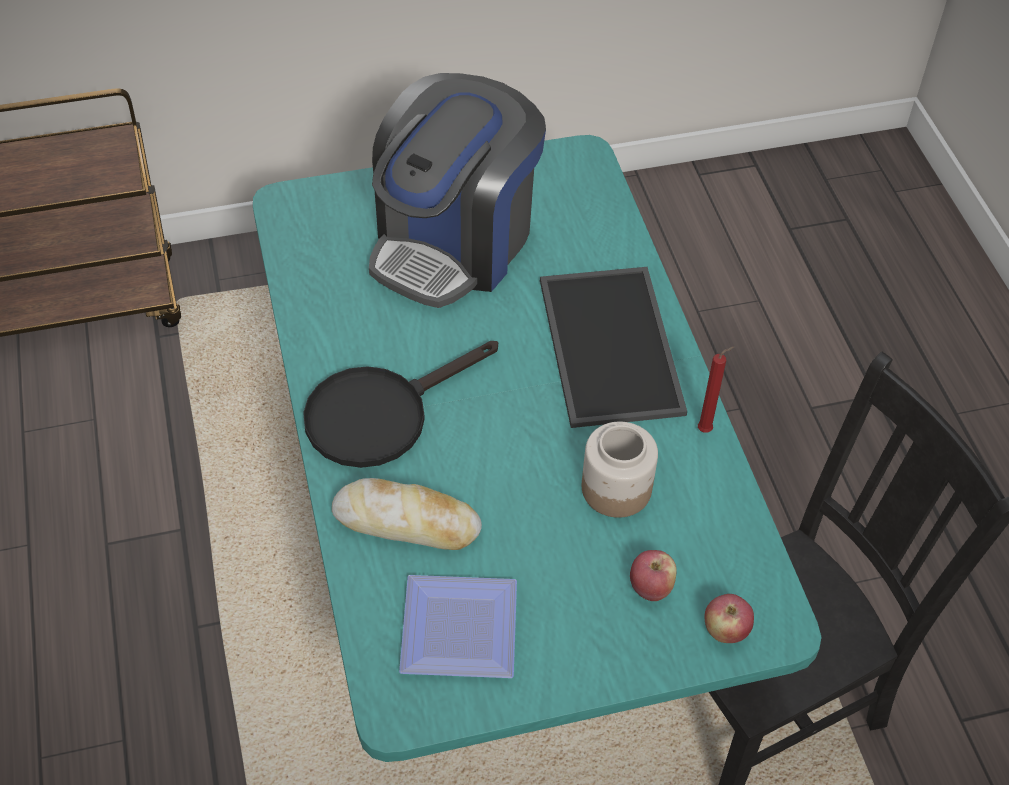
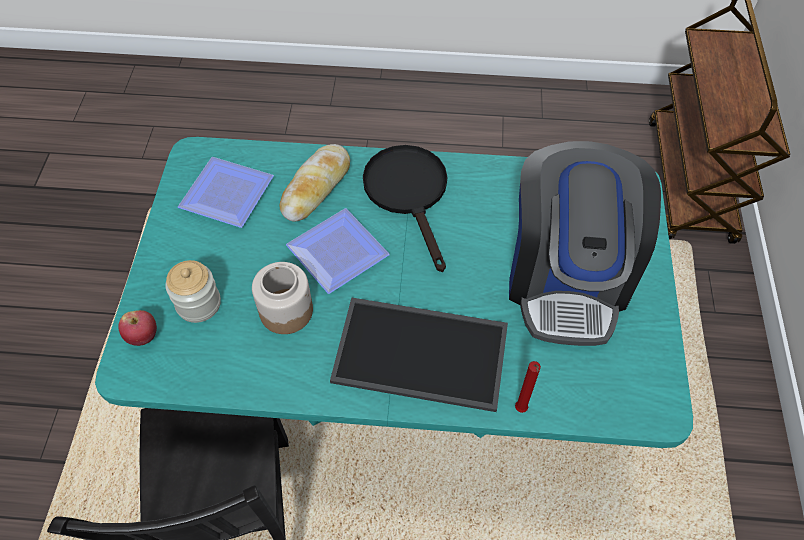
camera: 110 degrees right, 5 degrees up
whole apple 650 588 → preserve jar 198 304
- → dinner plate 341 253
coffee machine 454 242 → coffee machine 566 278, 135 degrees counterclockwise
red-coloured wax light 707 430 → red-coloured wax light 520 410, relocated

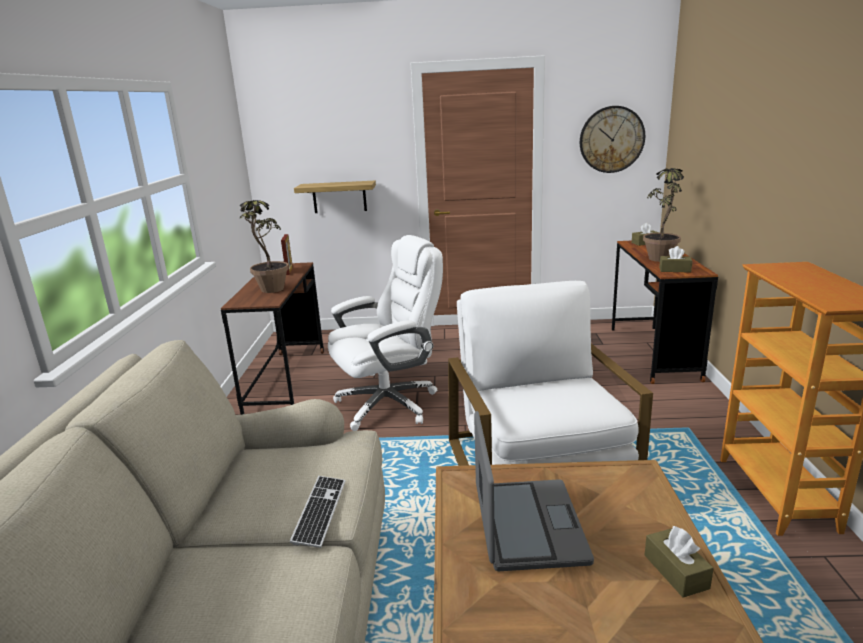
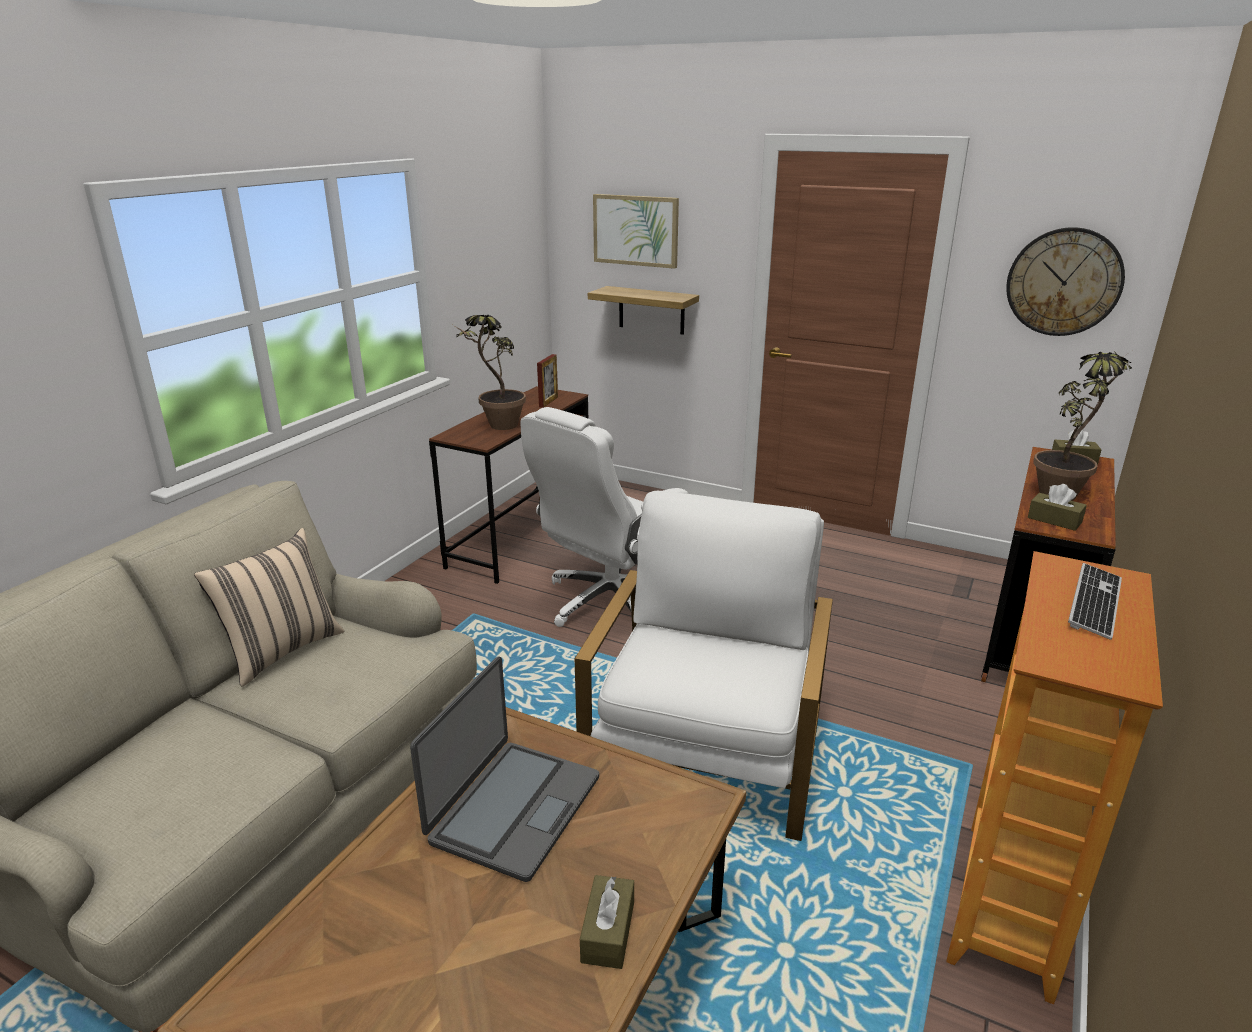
camera: 25 degrees right, 5 degrees up
- → sand-coloured throw pillow 282 650
whitish desk chair 389 404 → whitish desk chair 608 601, 135 degrees clockwise
- → wall picture 636 230
keyboard 320 512 → keyboard 1095 603, relocated

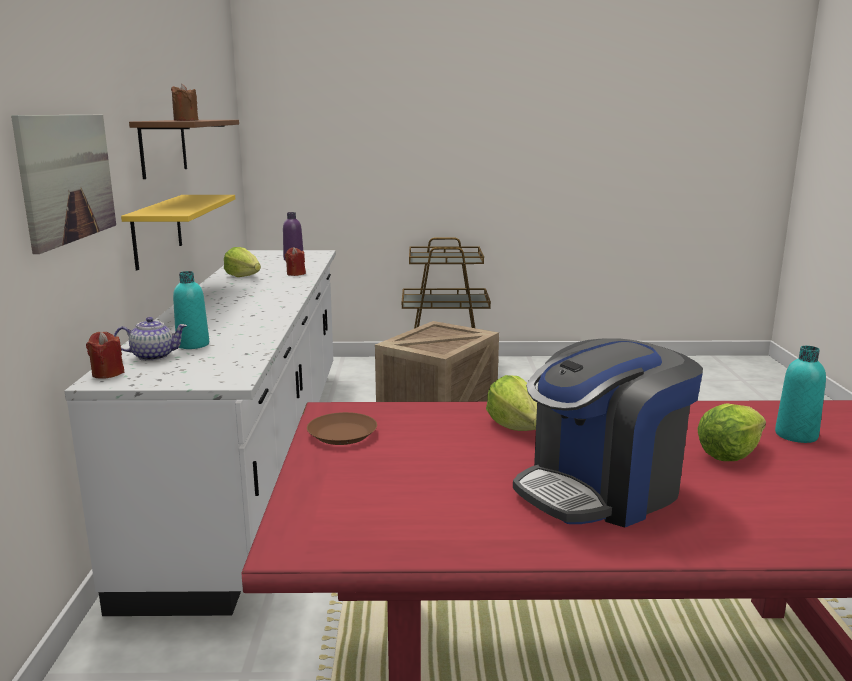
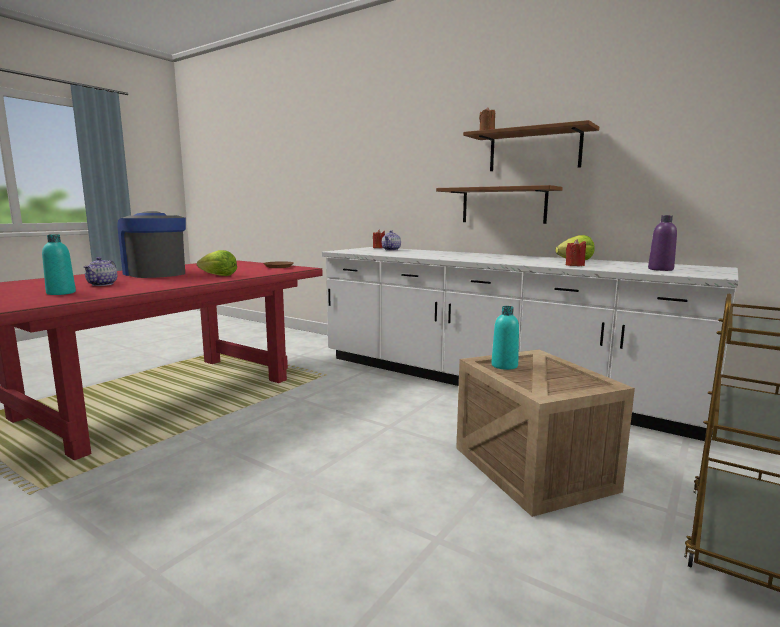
camera: 125 degrees right, 5 degrees down
head of lettuce 729 454 → tea pot 102 284
coffee machine 601 489 → coffee machine 155 273, 45 degrees counterclockwise
yellowish bracket shelf 157 230 → brown bracket shelf 503 205
turquoise-coloured bottle 193 345 → turquoise-coloured bottle 504 366, relocated
wall picture 67 177 → -

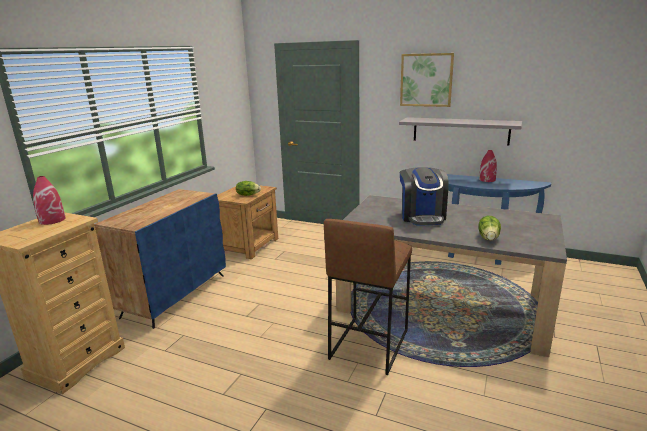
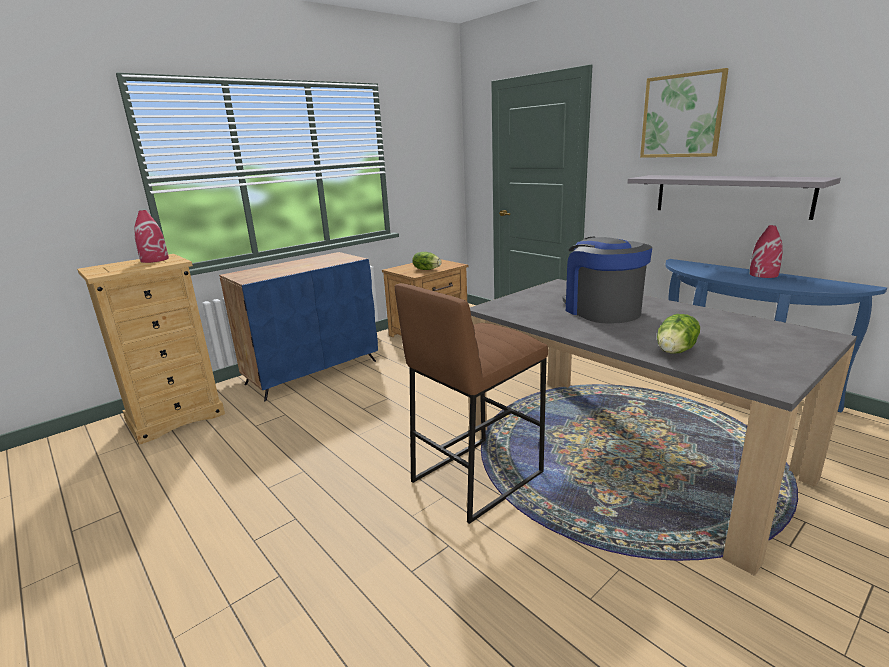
camera: 25 degrees right, 0 degrees up
coffee machine 422 216 → coffee machine 601 310, 135 degrees clockwise

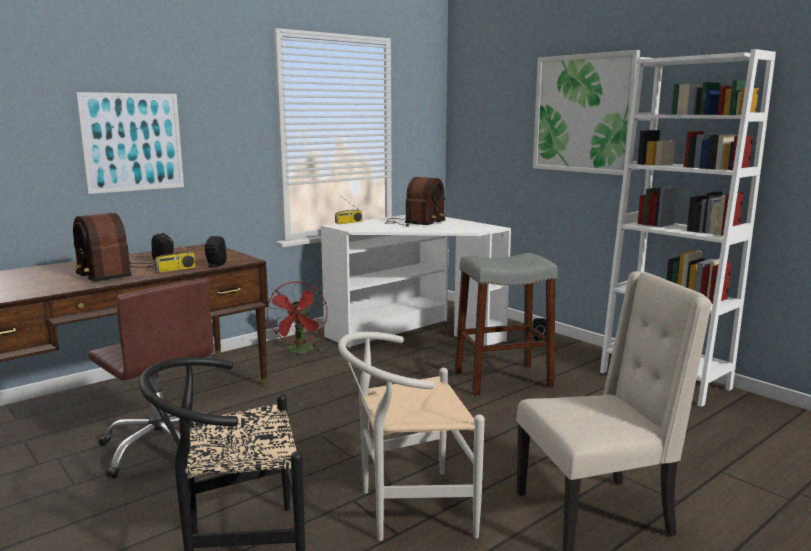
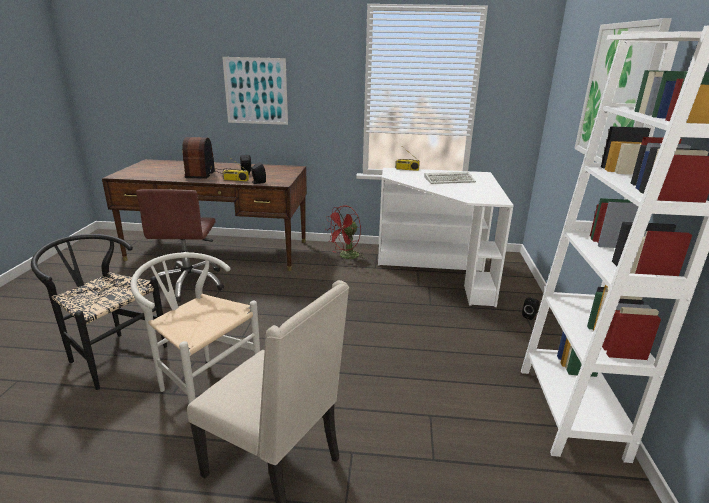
camera: 45 degrees right, 10 degrees up
radio 413 223 → keyboard 450 180
gray stool seat 502 380 → -

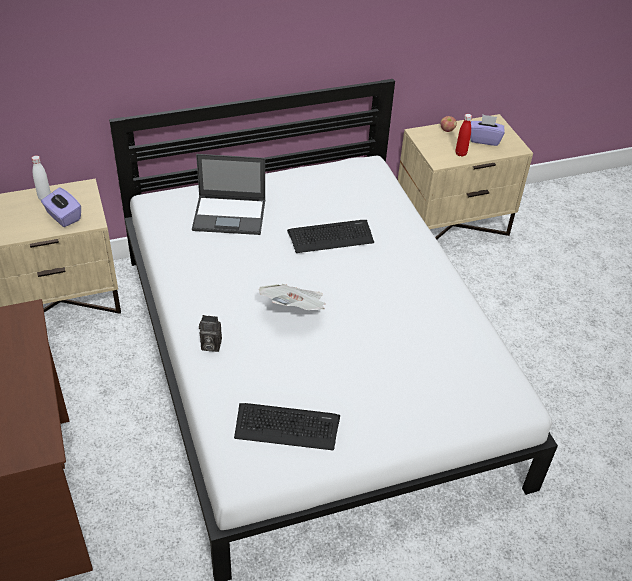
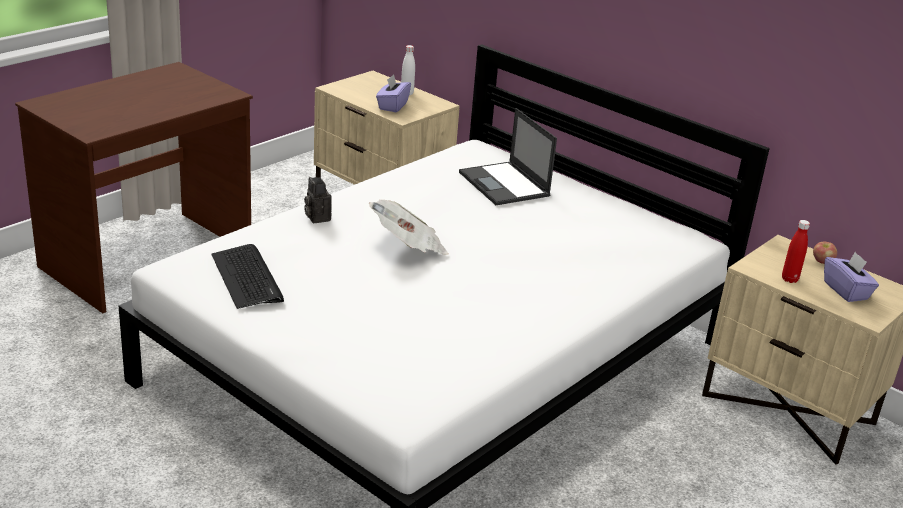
camera: 60 degrees right, 15 degrees down
keyboard 331 237 → -

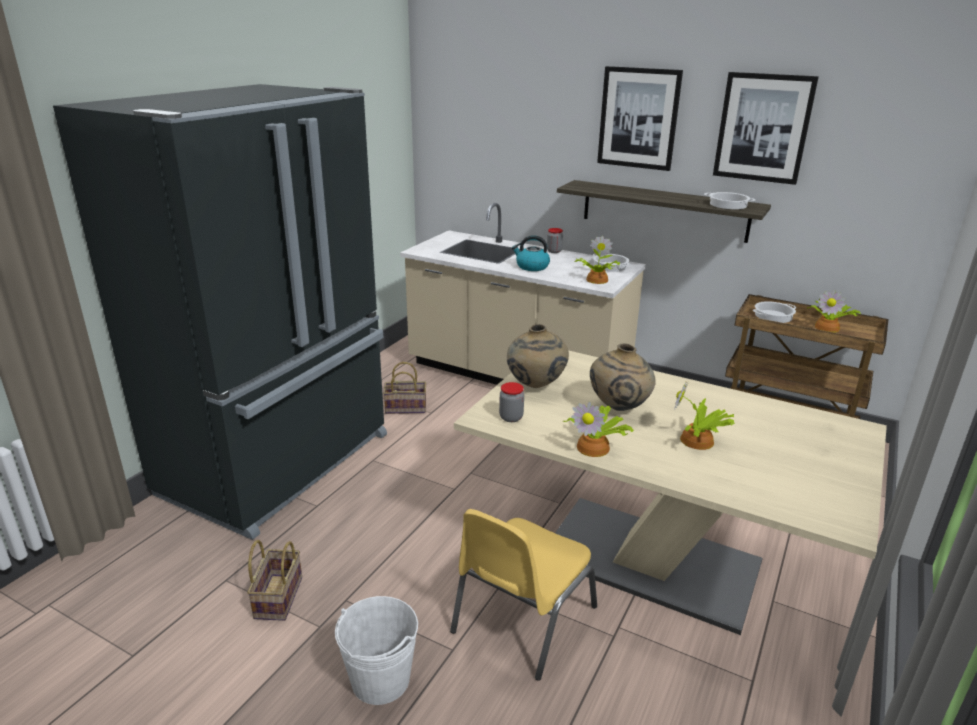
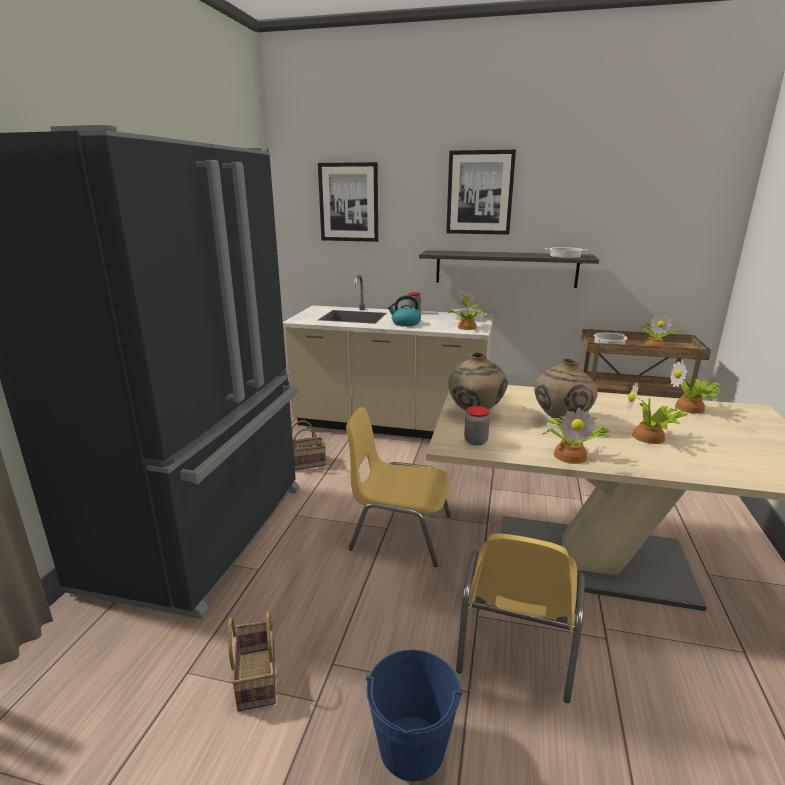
camera: 15 degrees left, 5 degrees down
wall picture 763 128 → wall picture 349 202, relocated
- → yellowish plain chair 399 532
whitish bucket 380 679 → bluish bucket 412 747
- → houseplant 691 408

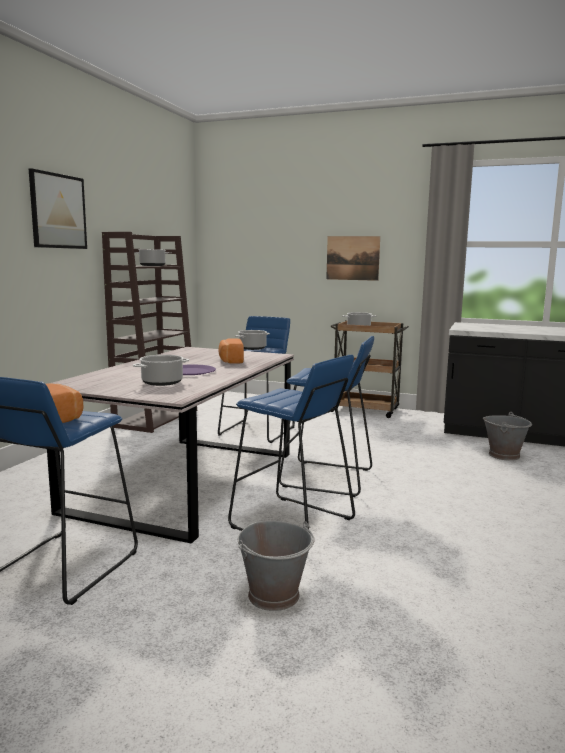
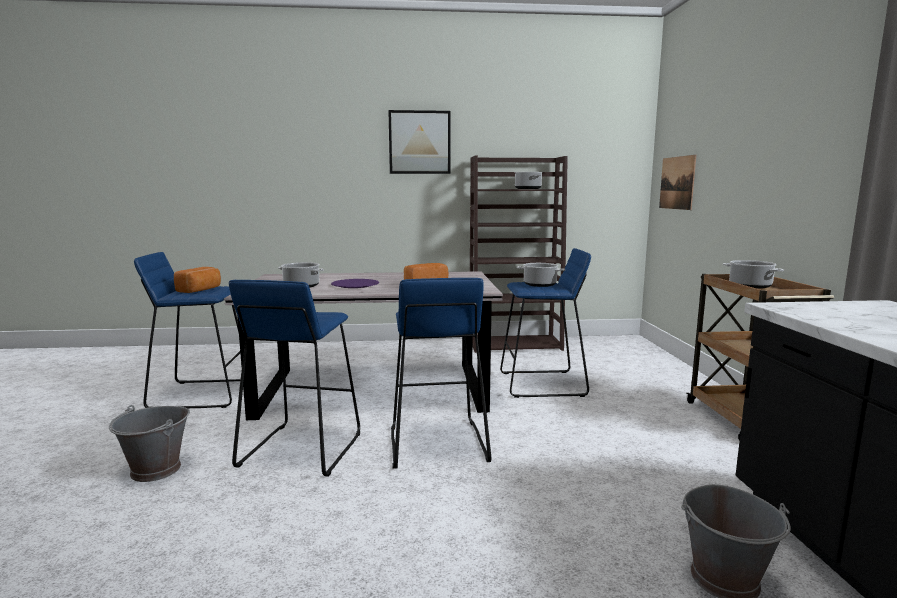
camera: 65 degrees right, 0 degrees up
wall picture 352 258 → wall picture 677 183, relocated

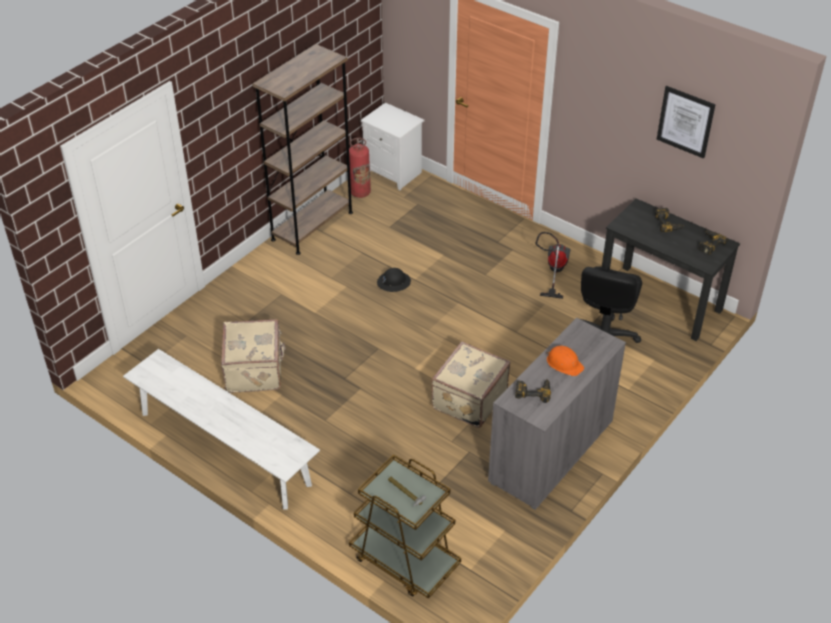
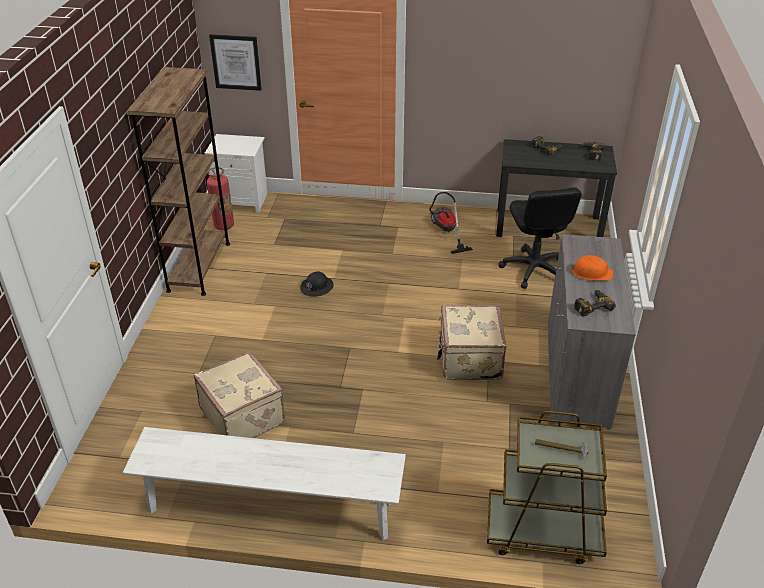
camera: 30 degrees left, 5 degrees down
wall picture 685 121 → wall picture 236 62, relocated

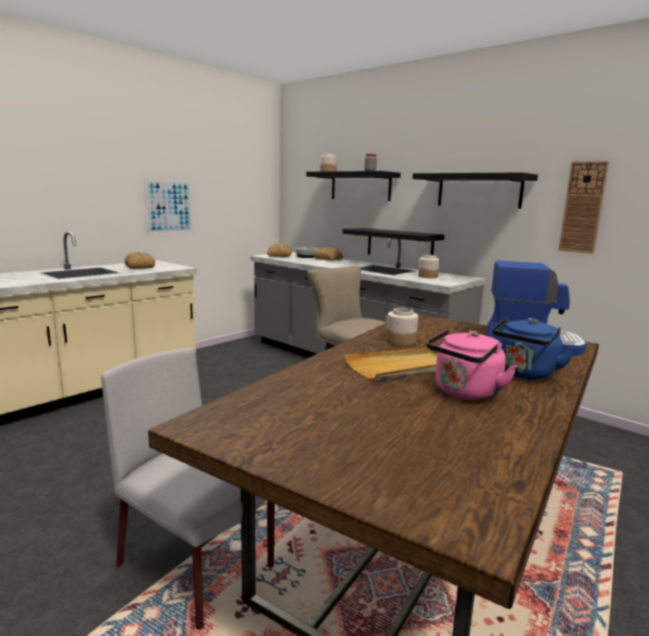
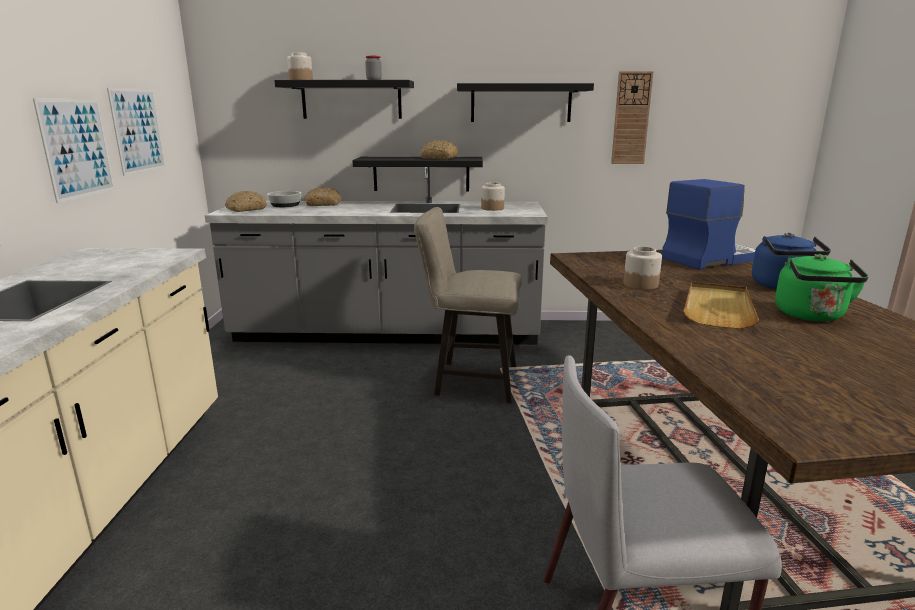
camera: 40 degrees left, 5 degrees up
- → wall picture 138 131
bread 139 267 → bread 439 158, relocated
pink water kettle 465 393 → green-coloured water kettle 811 316

